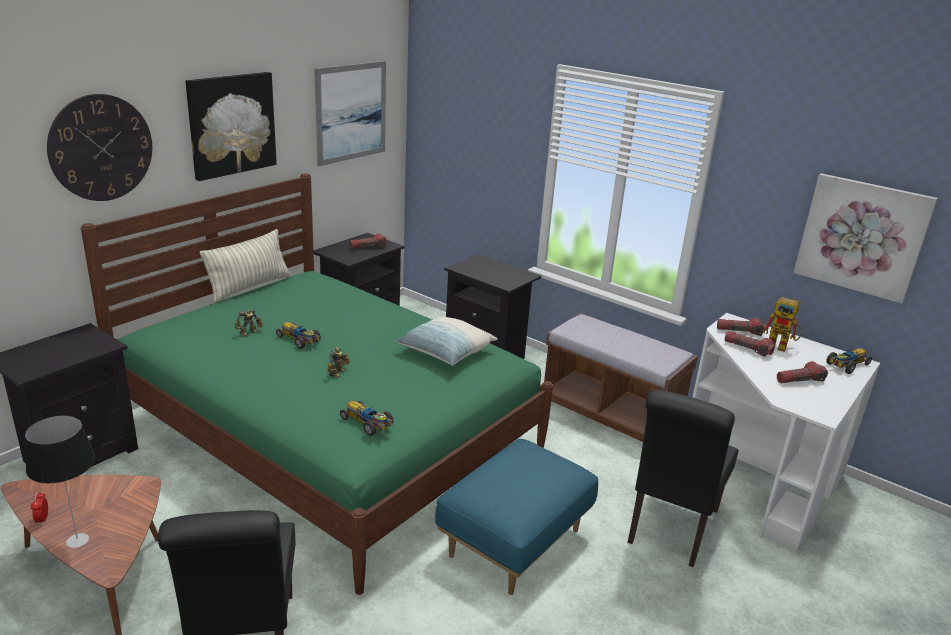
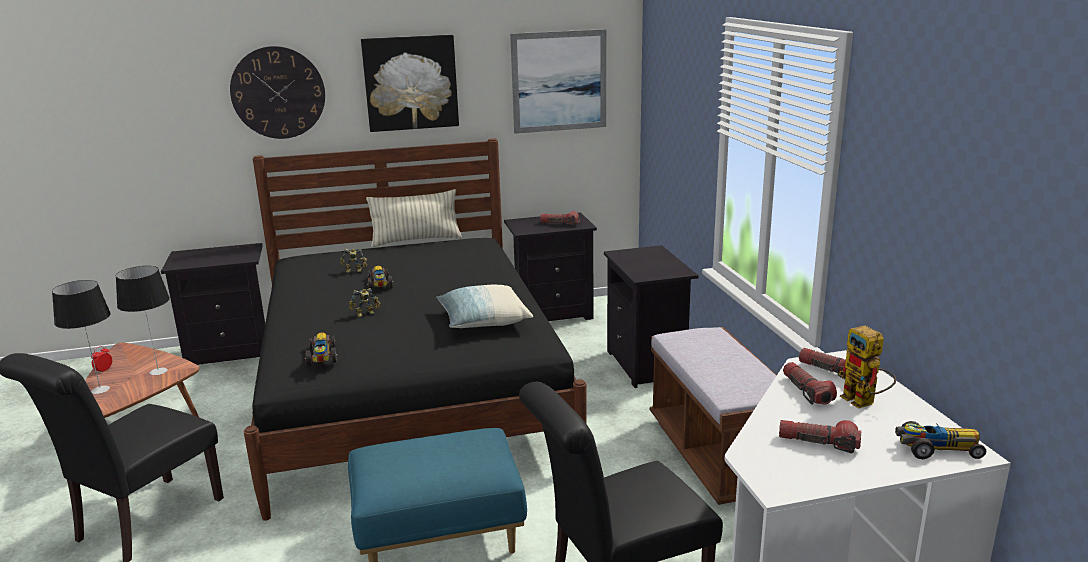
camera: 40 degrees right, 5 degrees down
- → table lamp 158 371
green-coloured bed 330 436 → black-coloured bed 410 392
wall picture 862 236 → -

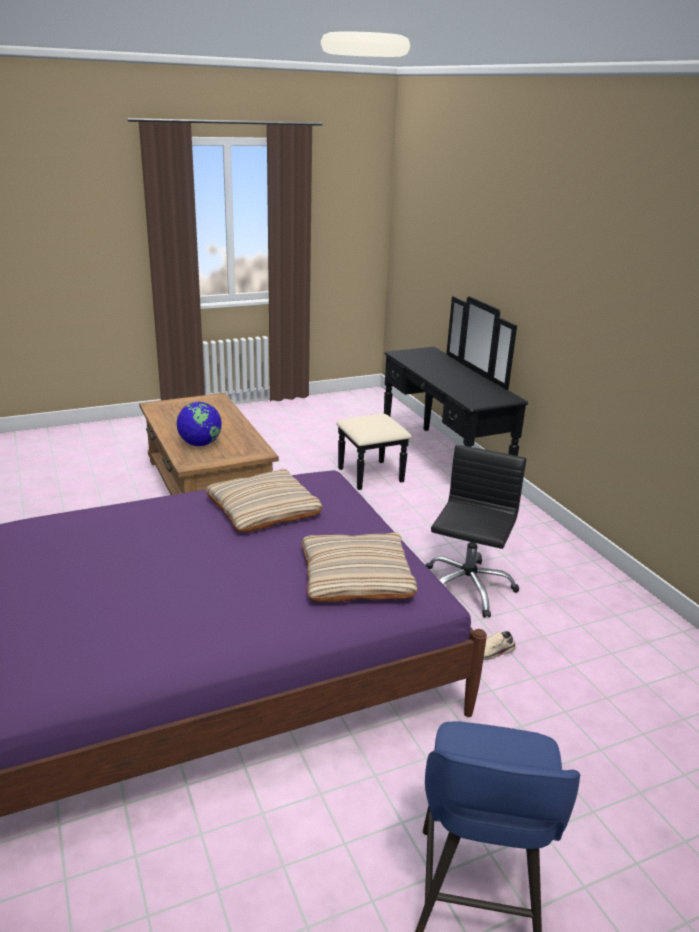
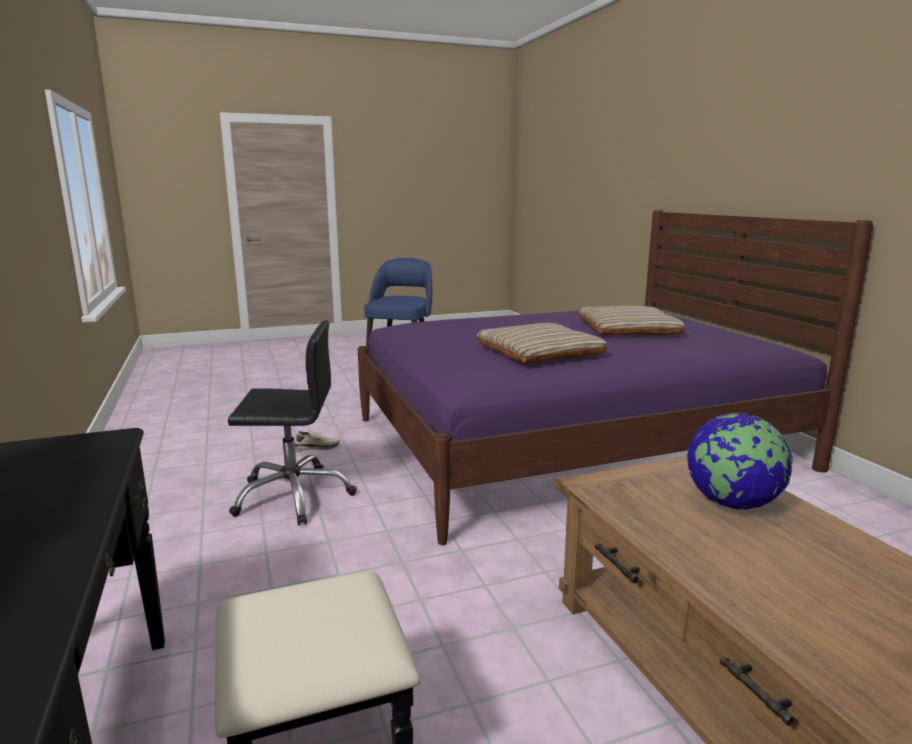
camera: 175 degrees left, 10 degrees down
black-coloured desk chair 466 587 → black-coloured desk chair 293 495, 120 degrees counterclockwise
sand-coloured throw pillow 356 575 → sand-coloured throw pillow 628 329, relocated

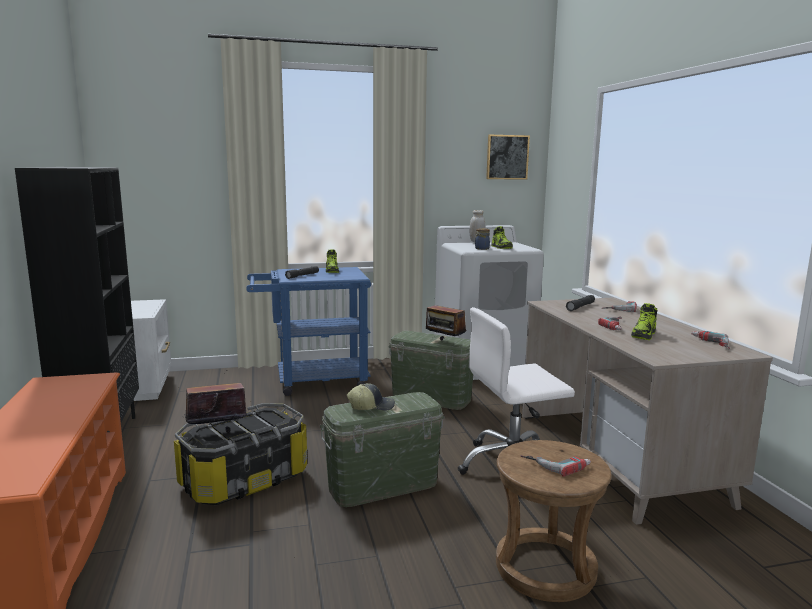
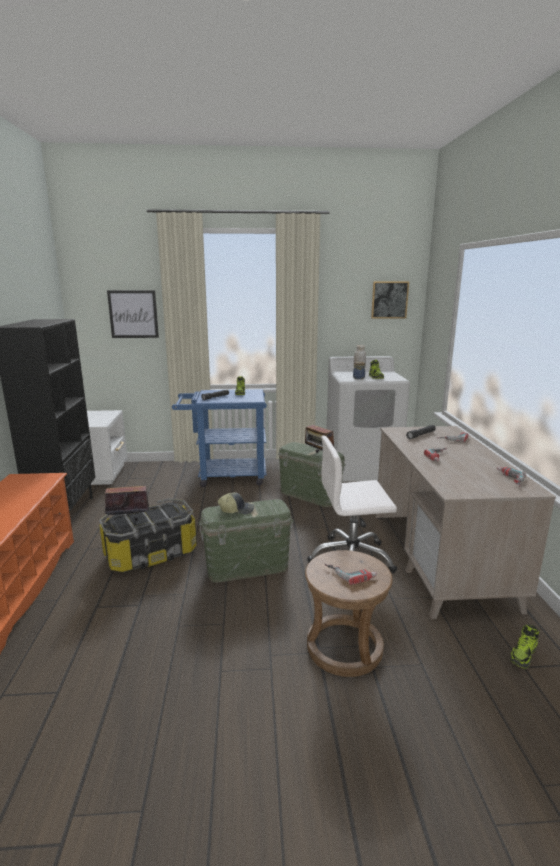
camera: 10 degrees right, 5 degrees up
- → wall picture 133 314
low shoe 644 335 → low shoe 523 655, relocated

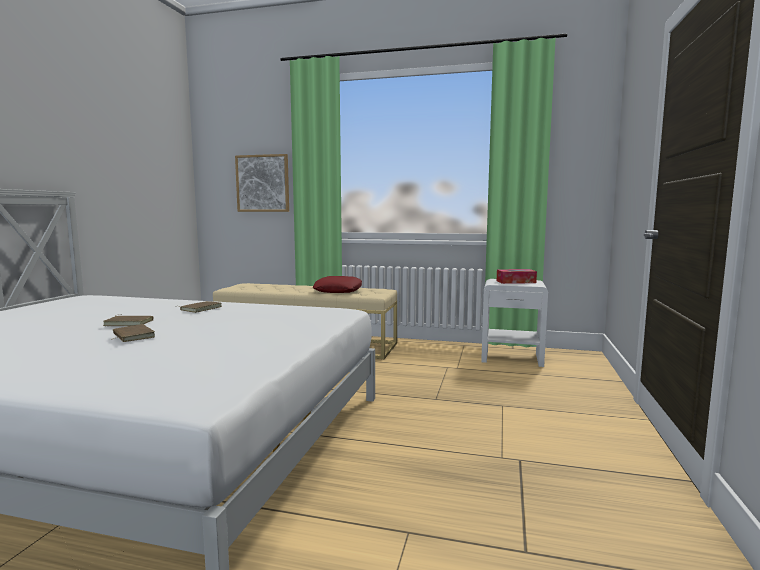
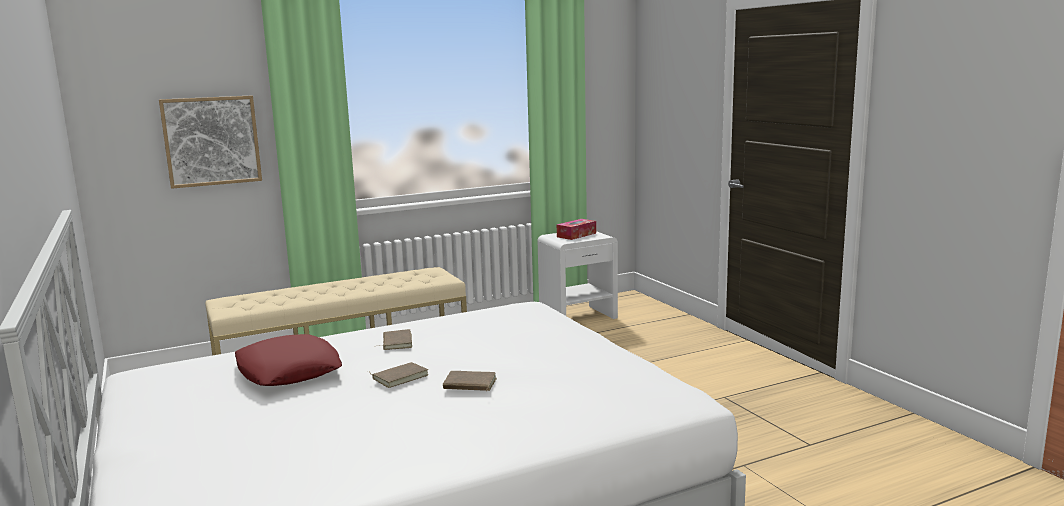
camera: 40 degrees left, 5 degrees up
red-coloured throw pillow 338 290 → red-coloured throw pillow 288 371, relocated

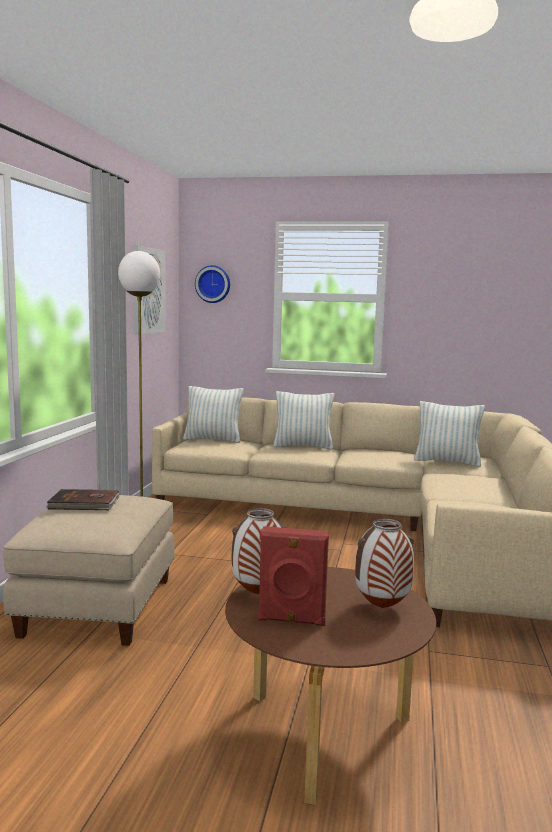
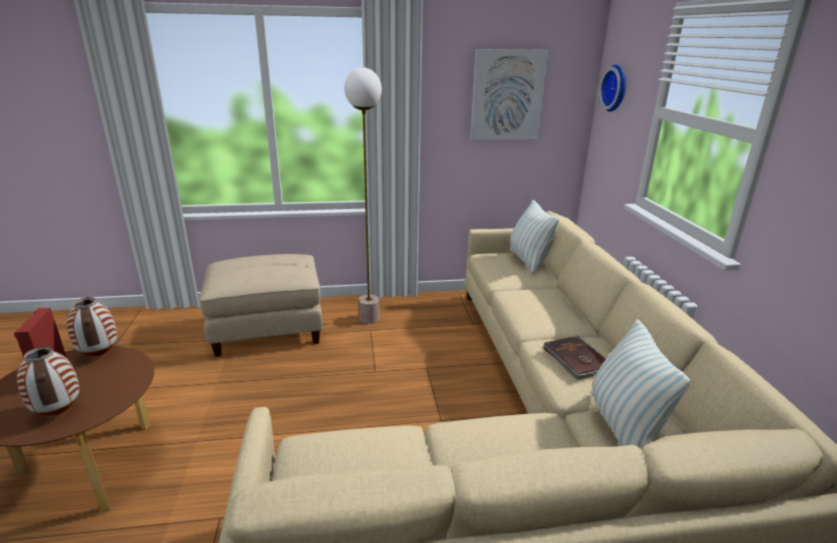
camera: 70 degrees right, 15 degrees up
brown bound book 84 503 → brown bound book 576 360, relocated
throw pillow 303 446 → -

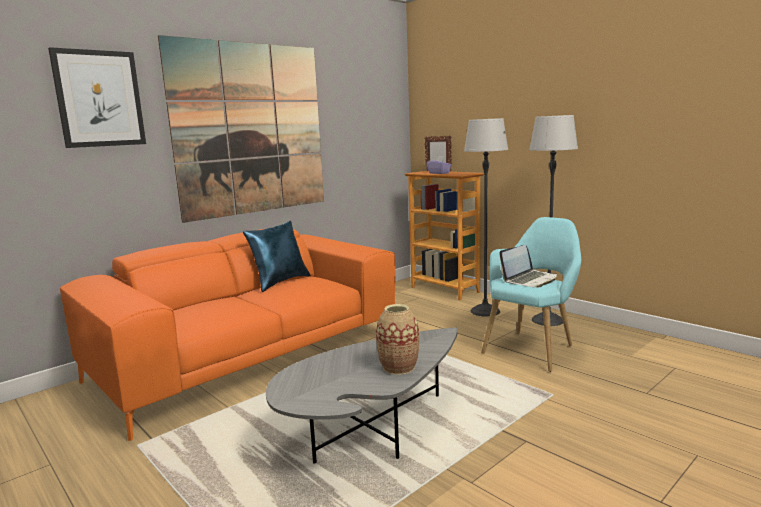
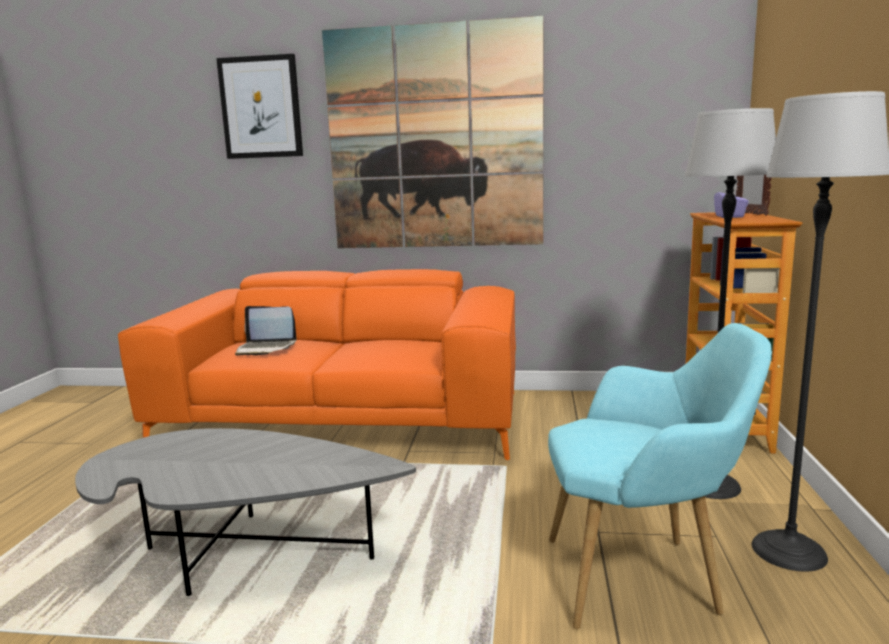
camera: 50 degrees right, 0 degrees up
notebook computer 529 280 → notebook computer 266 348, relocated
bluish throw pillow 280 282 → -
decorative vase 398 367 → -

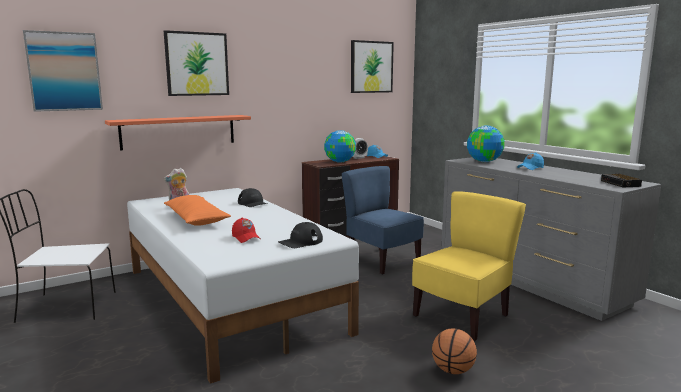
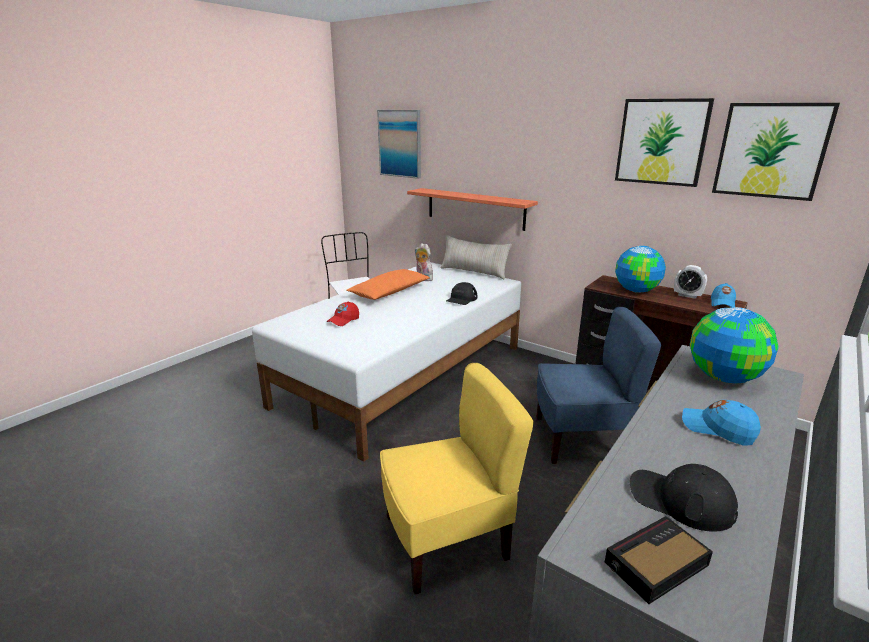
camera: 70 degrees right, 10 degrees up
yellowish plain chair 462 317 → yellowish plain chair 446 540, 45 degrees counterclockwise
- → sand-coloured throw pillow 474 272
bluish plain chair 382 261 → bluish plain chair 581 440, 60 degrees clockwise
wall picture 197 64 → wall picture 661 142, relocated
black-coloured baseball cap 300 242 → black-coloured baseball cap 680 500, relocated
basketball 453 370 → -

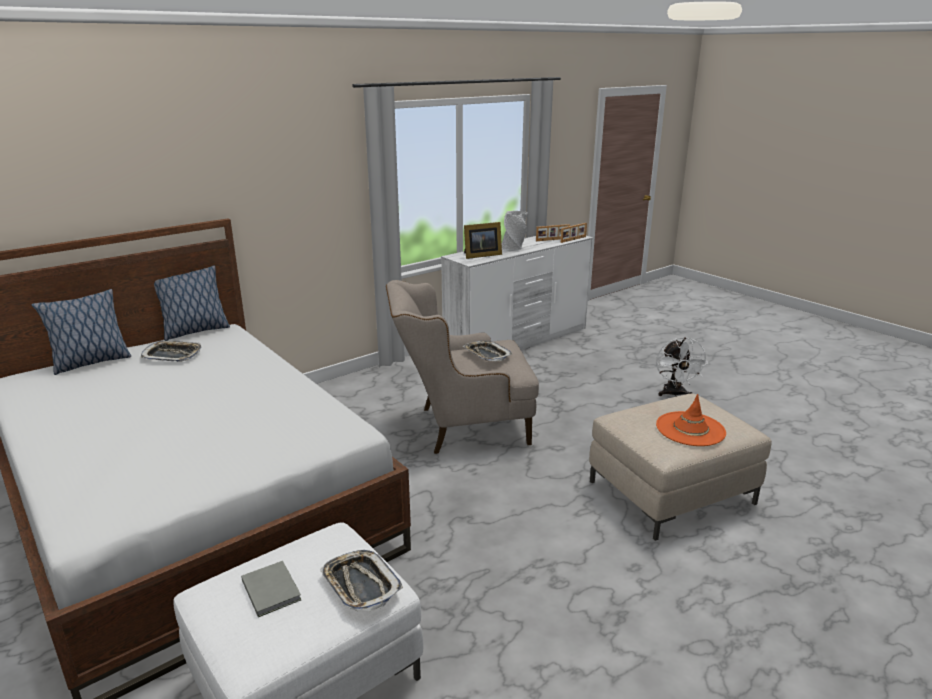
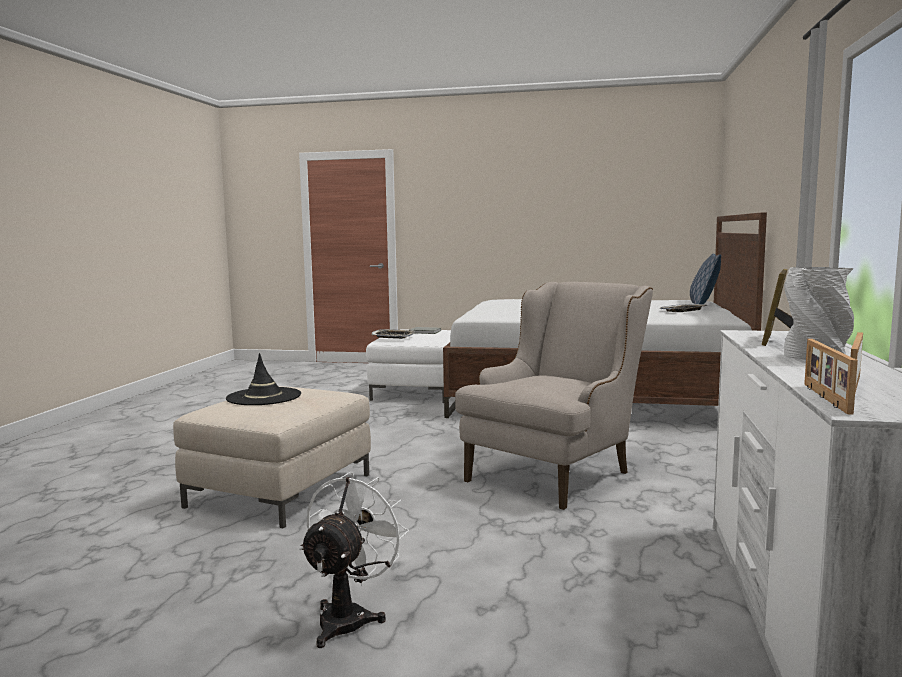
camera: 140 degrees right, 15 degrees down
orangey clothing hat 690 429 → black-coloured clothing hat 264 397
whitish cooling fan 674 394 → whitish cooling fan 349 617, 60 degrees clockwise
throw pillow 195 331 → -
tray 487 354 → -

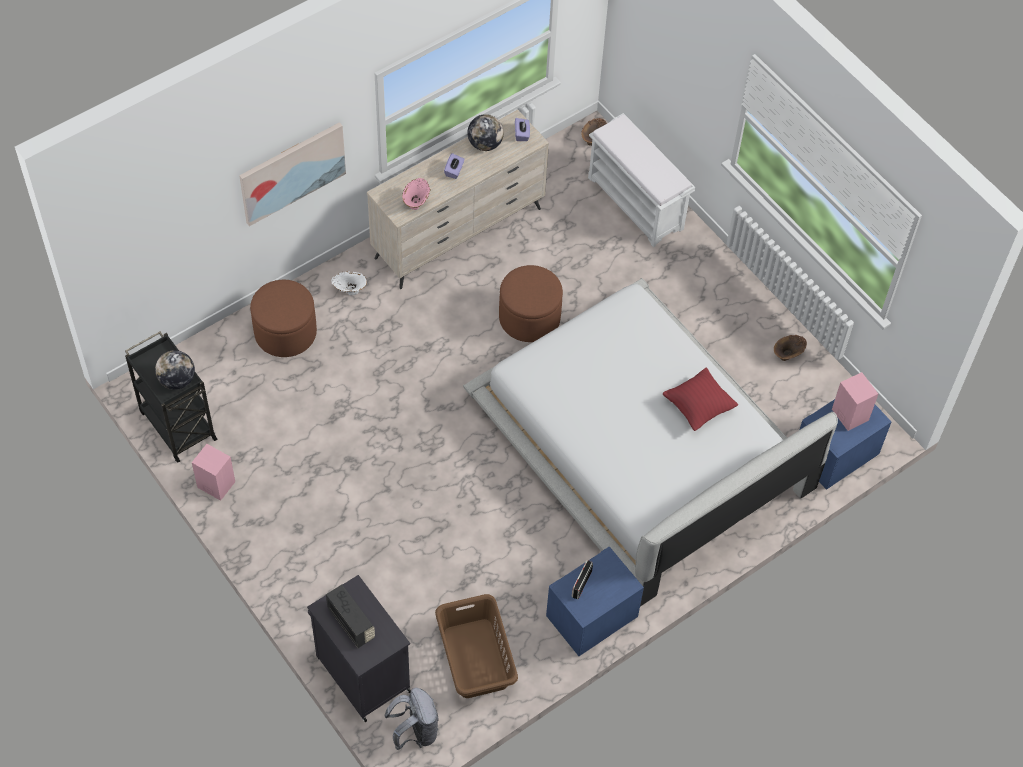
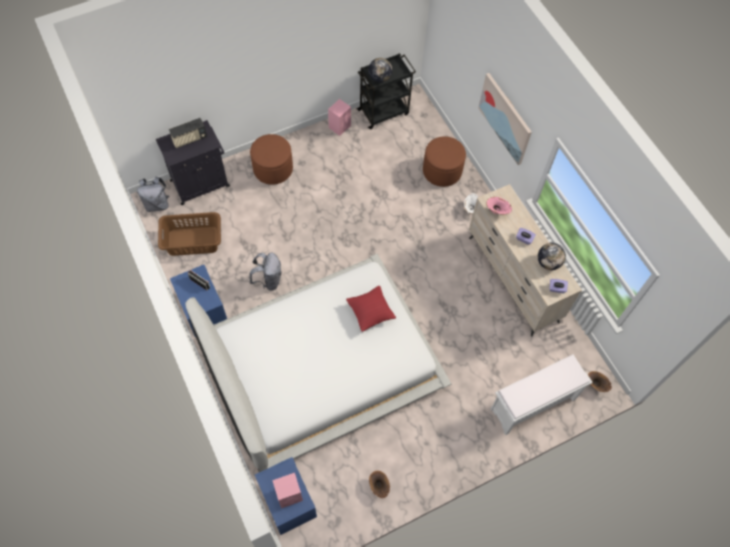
camera: 100 degrees right, 5 degrees up
- → gray rucksack 268 280
brown footrest 529 318 → brown footrest 273 169, relocated
red-coloured throw pillow 698 407 → red-coloured throw pillow 370 312, relocated

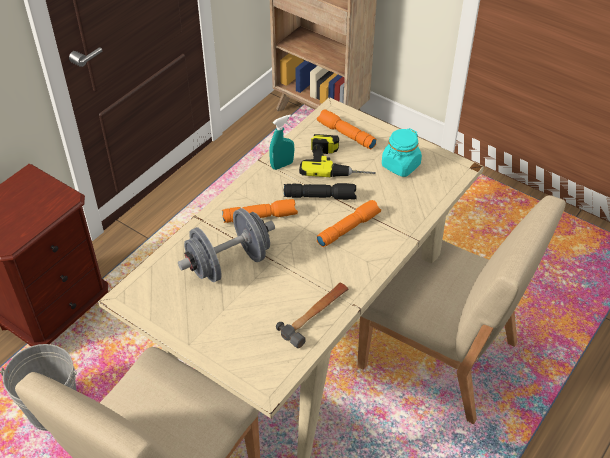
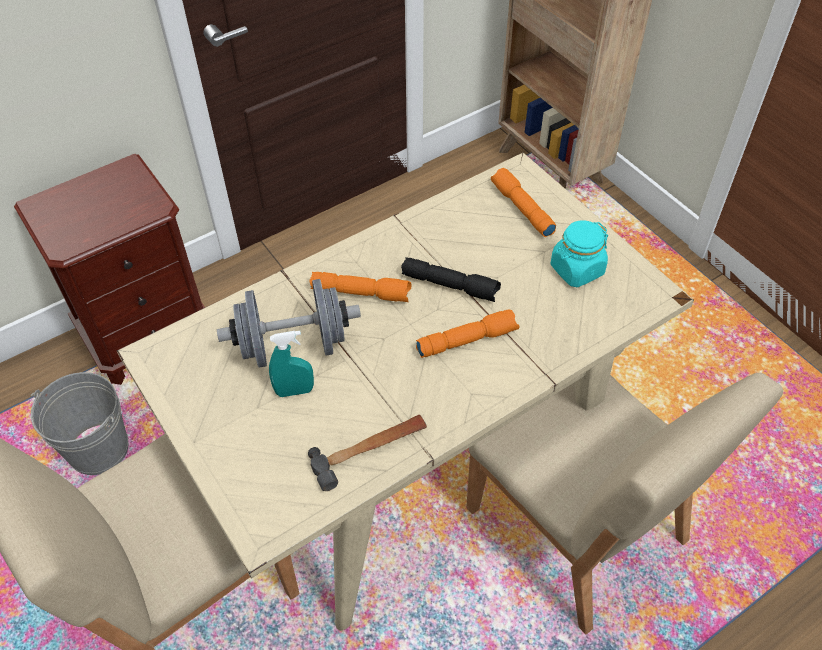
camera: 20 degrees right, 5 degrees up
turquoise-coloured hand sprayer 282 165 → turquoise-coloured hand sprayer 294 391, relocated
electric drill 339 163 → -

